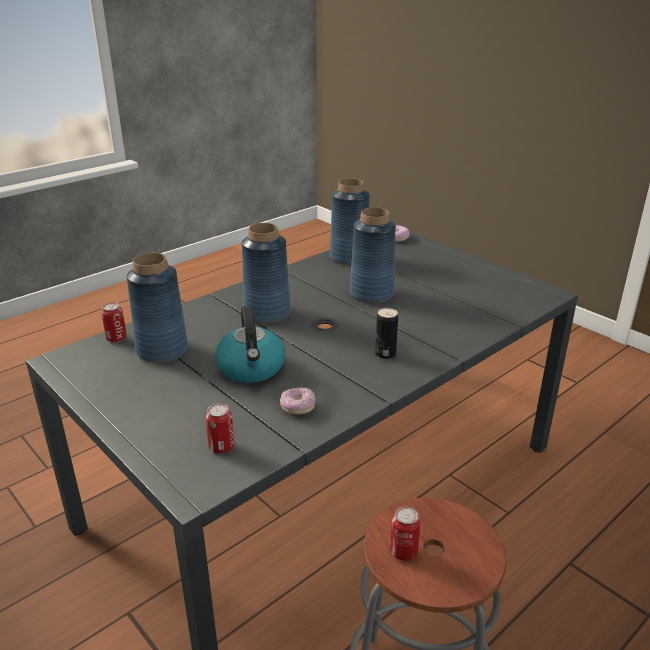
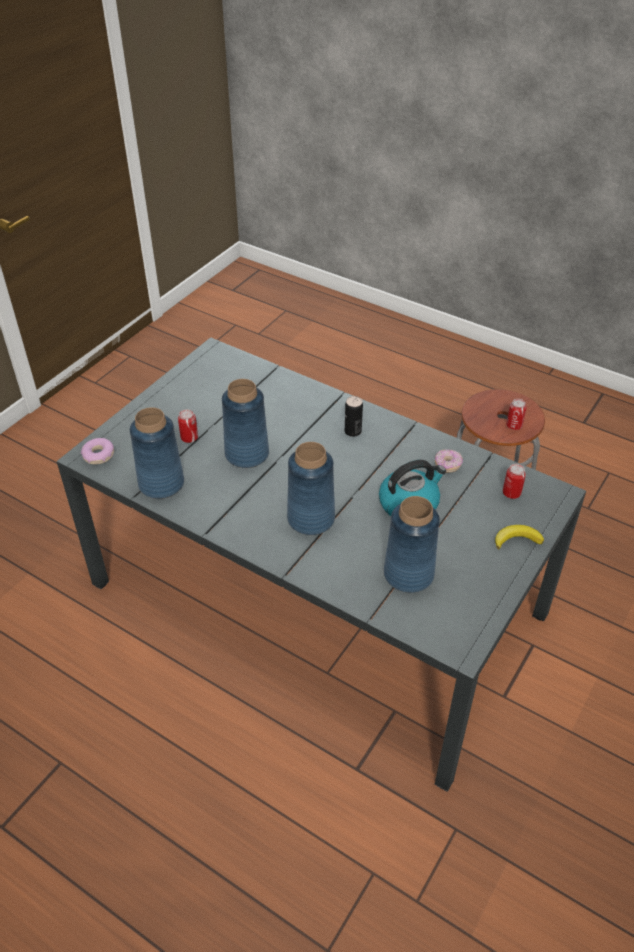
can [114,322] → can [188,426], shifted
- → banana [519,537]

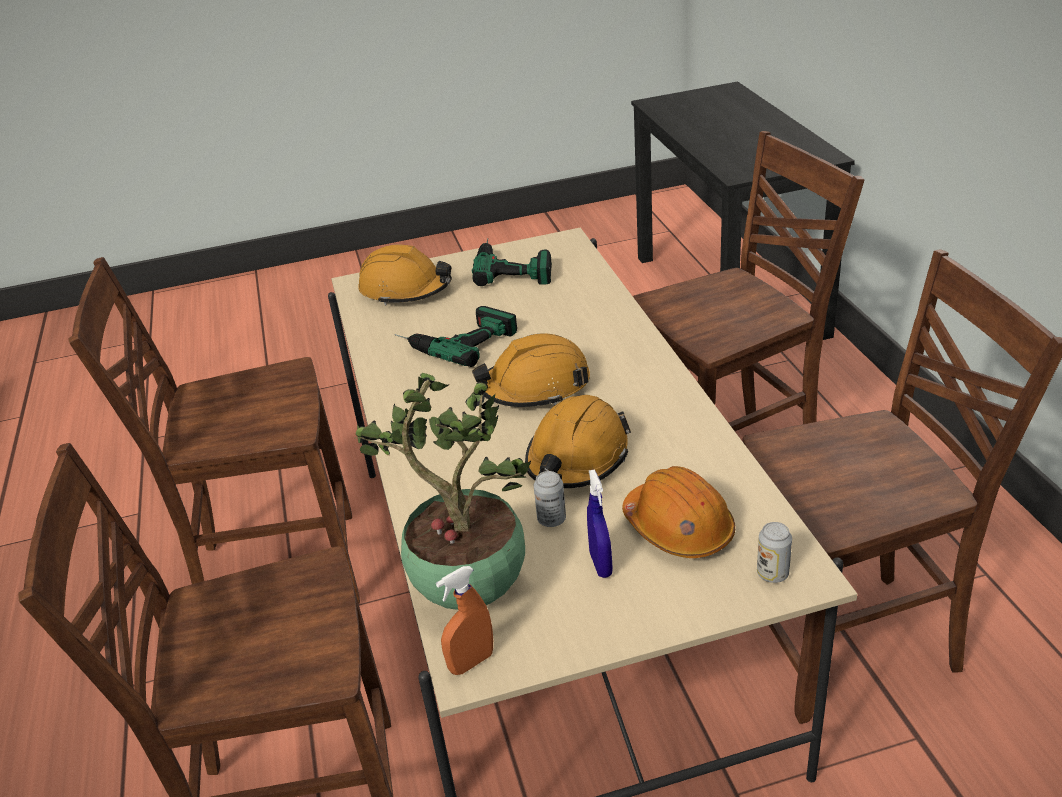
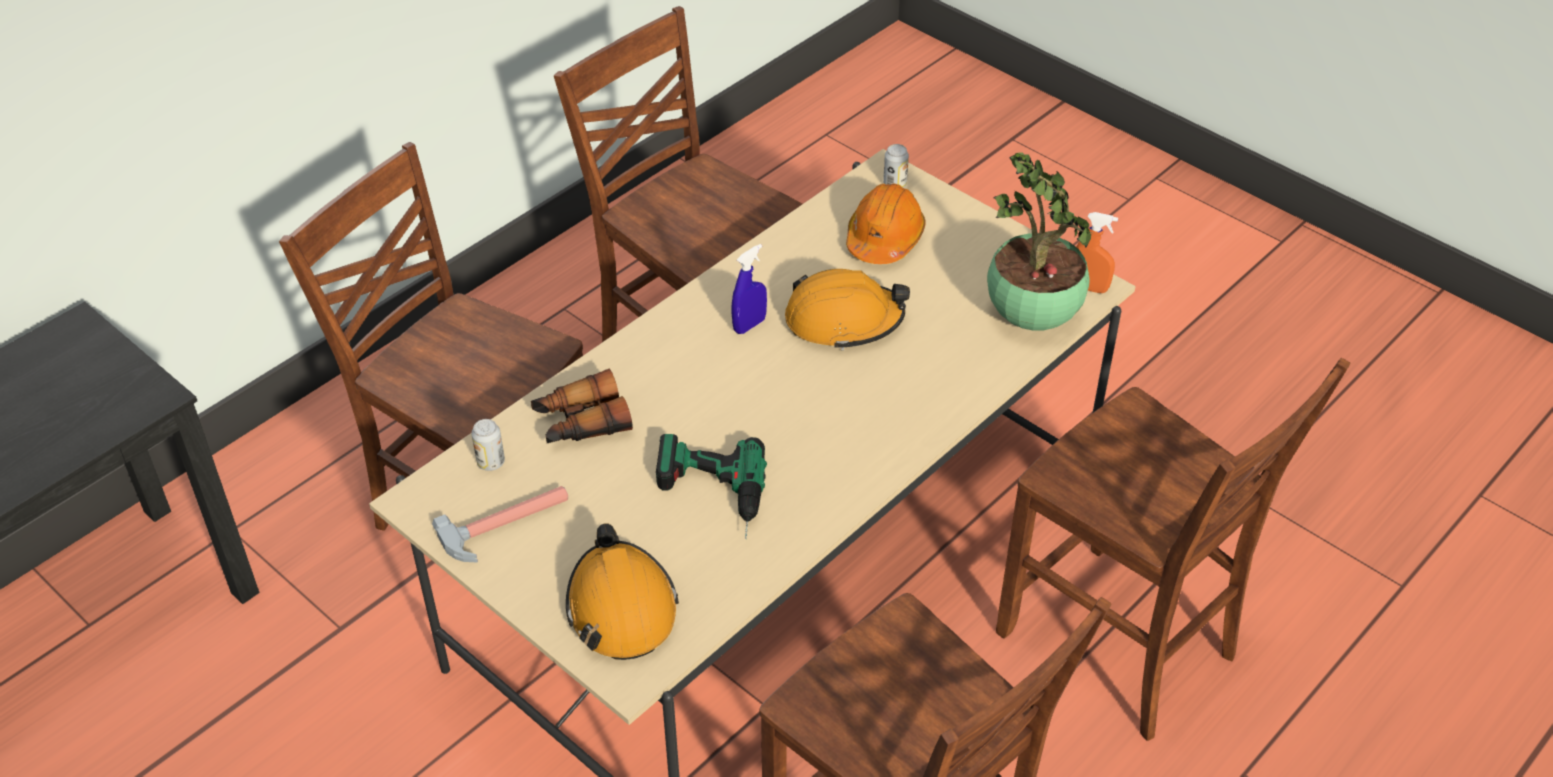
power drill [512,262] → hammer [500,524]
orange hard hat [531,370] → -
can [550,499] → can [488,445], shifted
blue spray bottle [600,523] → blue spray bottle [749,289], shifted
- → binoculars [582,406]

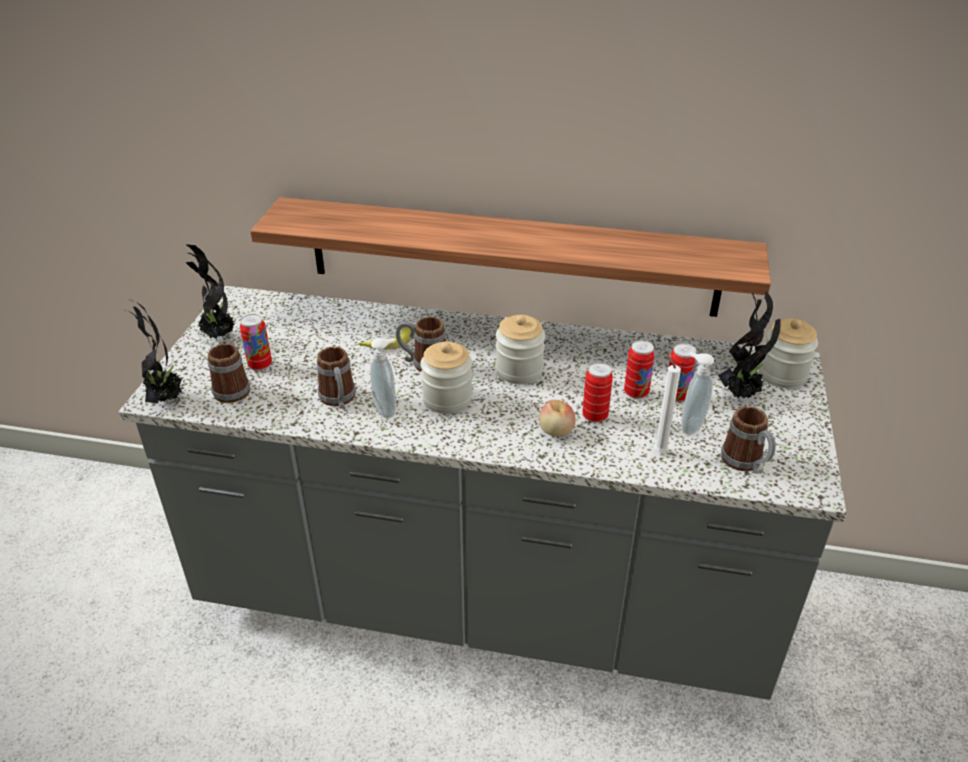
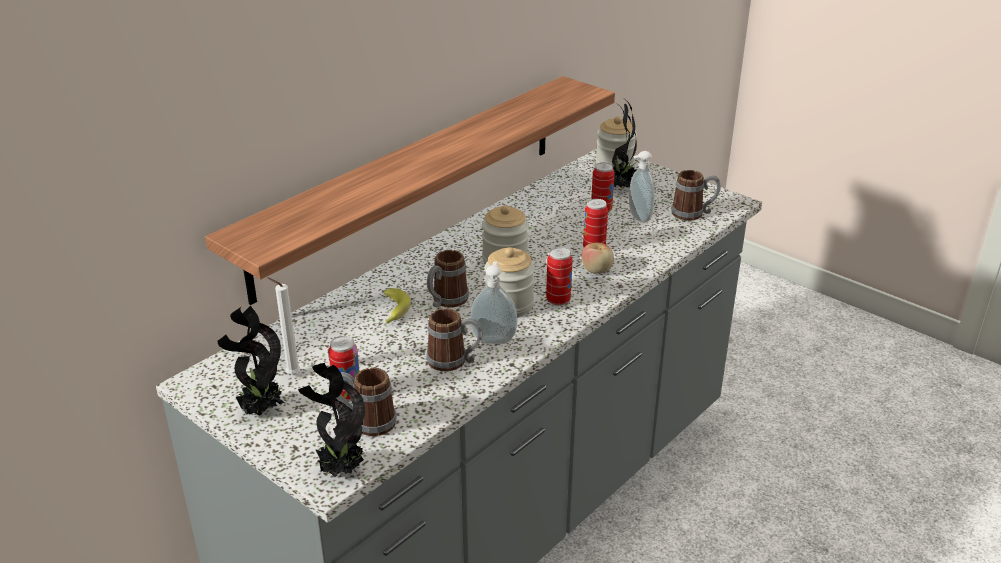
can [639,369] → can [559,276], shifted
white candle [667,402] → white candle [283,325], shifted

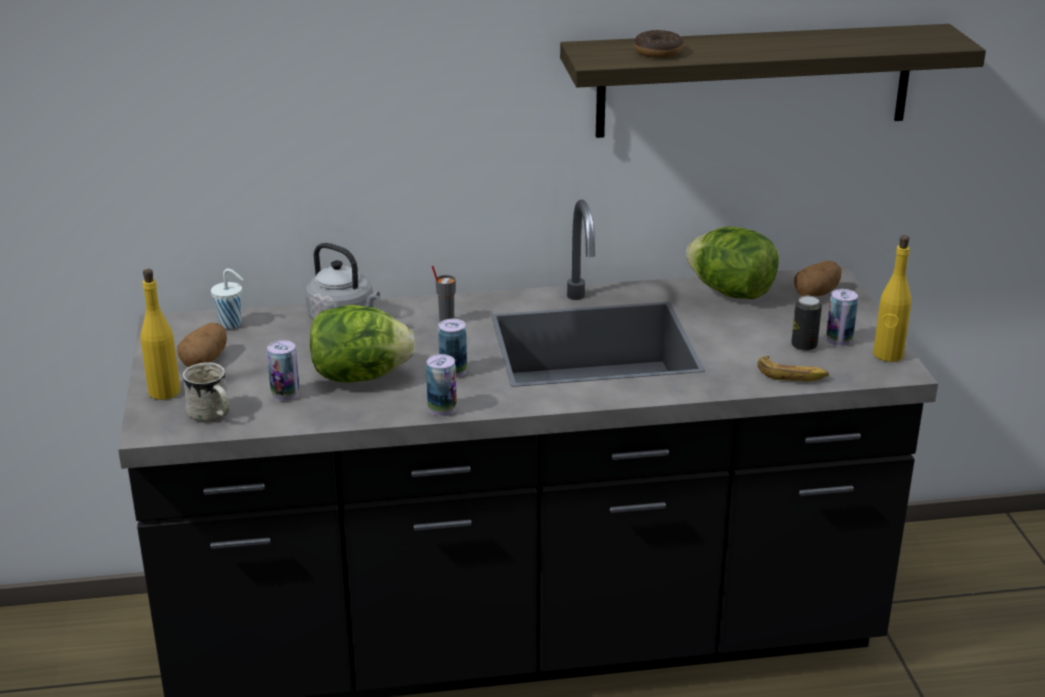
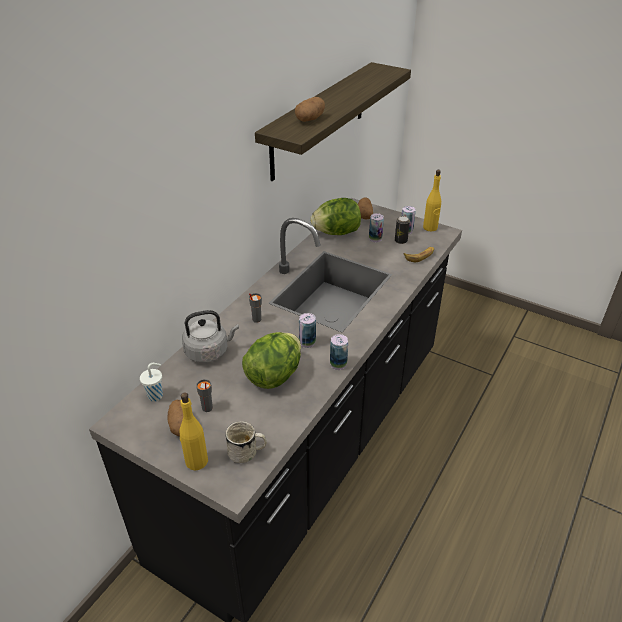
can [283,370] → can [376,228], shifted
donut [659,44] → potato [310,109]
- → grey cup [204,395]

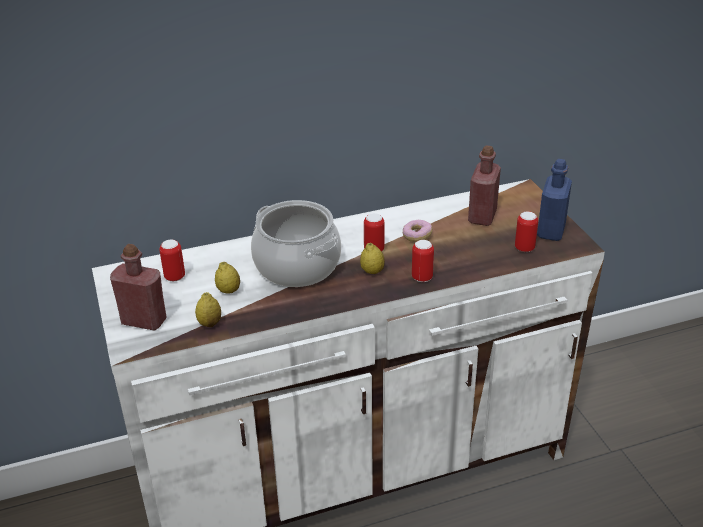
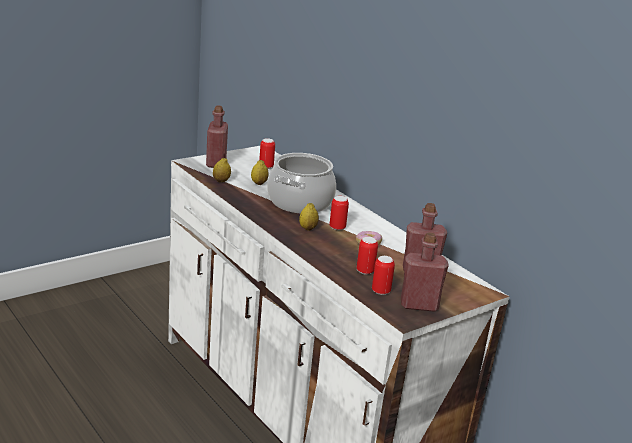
can [423,261] → can [367,256], shifted
blue bottle [554,200] → red bottle [425,272]

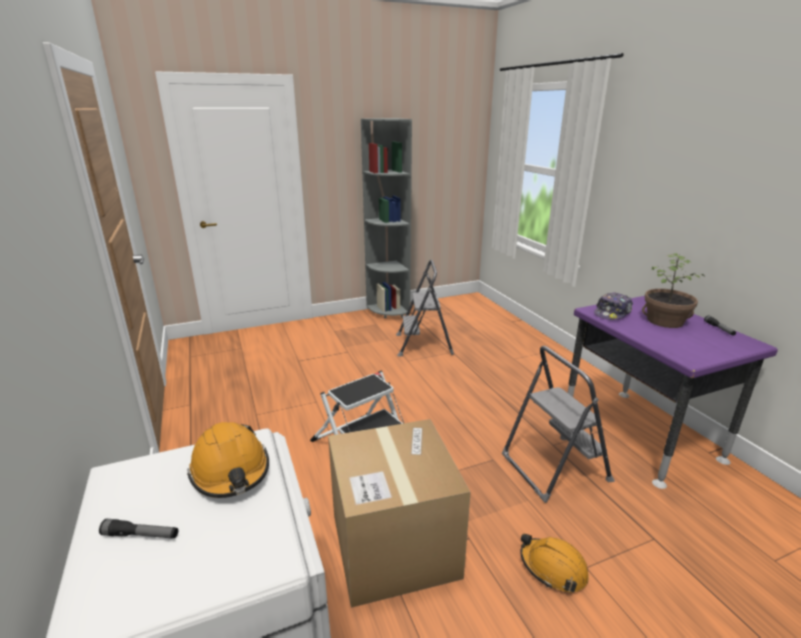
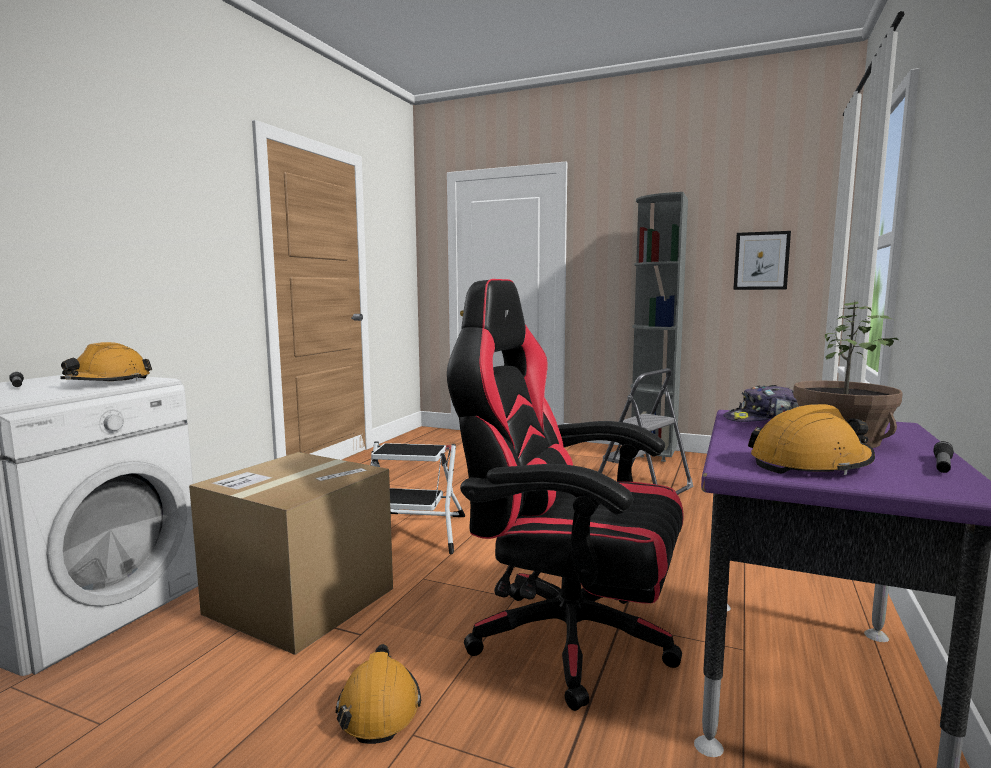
grey step ladder [558,424] → black office chair [565,495]
- → picture [762,260]
- → orange hard hat [811,439]

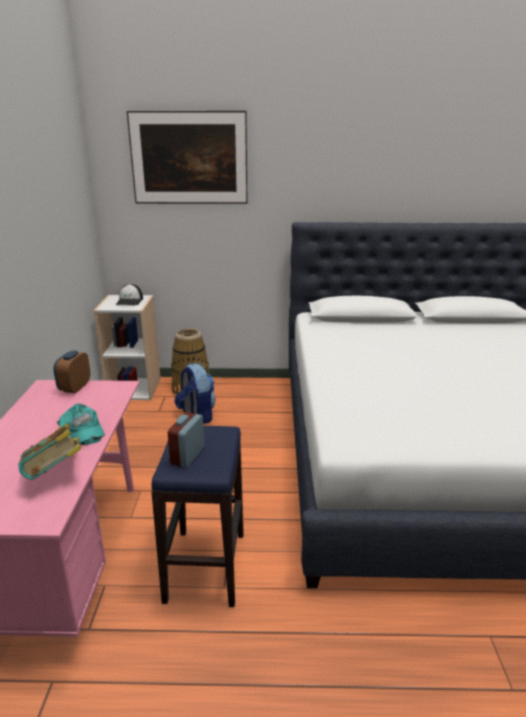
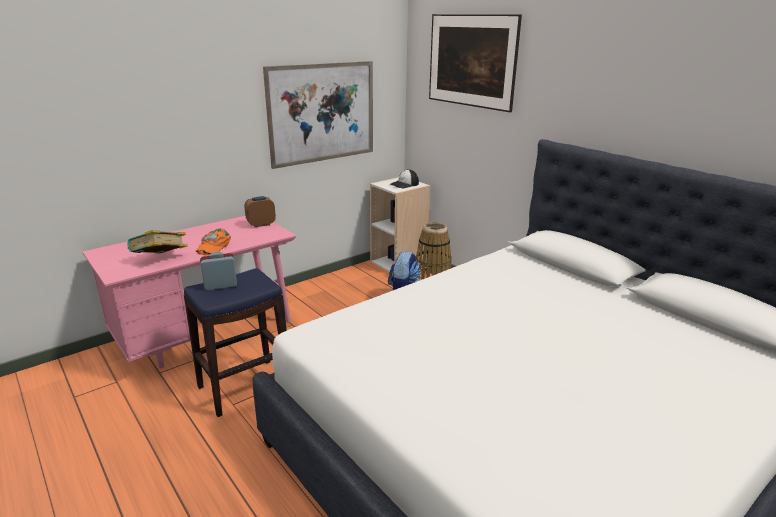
turquoise cap [81,424] → orange cap [213,241]
- → picture [318,115]

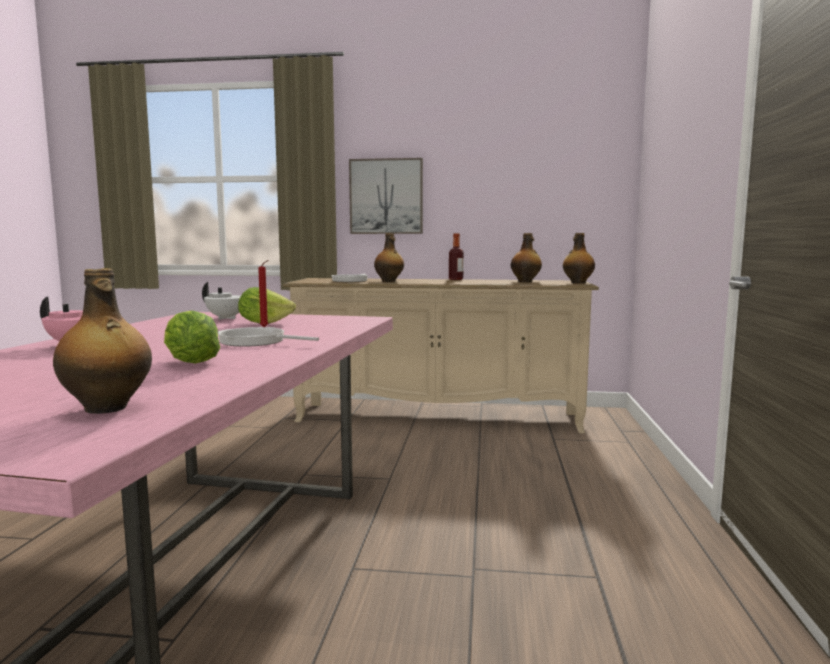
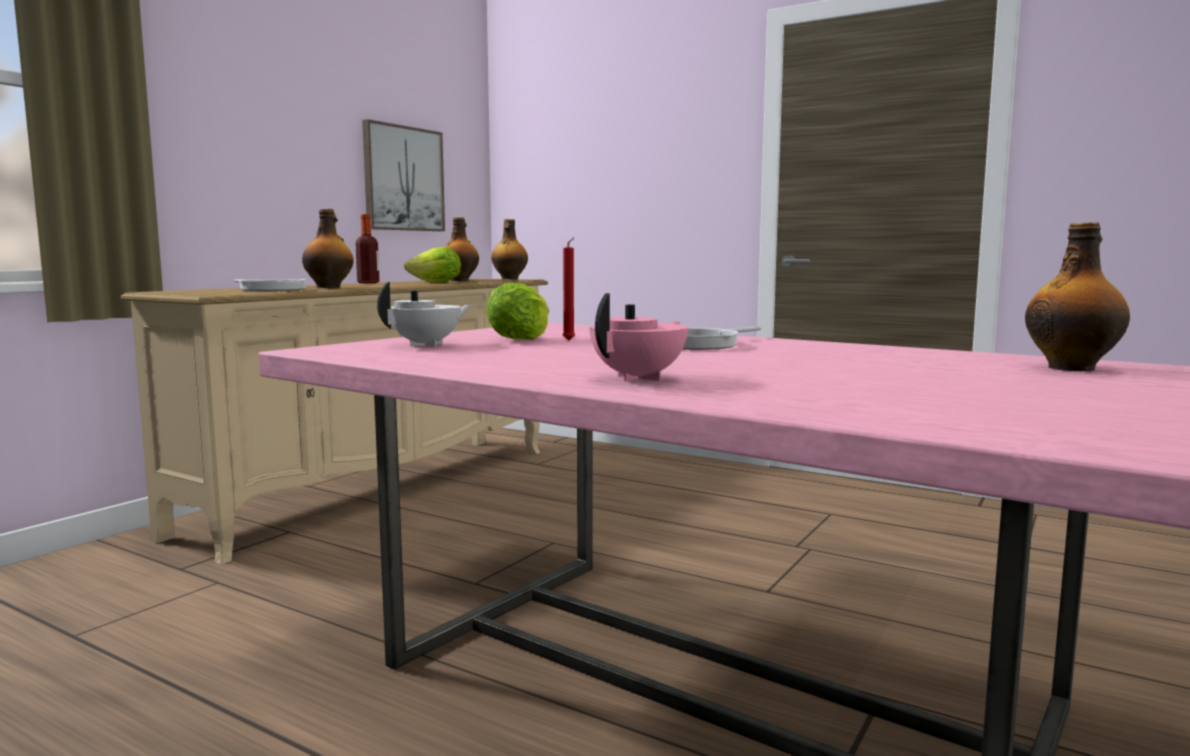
lettuce [192,337] → lettuce [432,265], shifted
picture [386,196] → picture [403,175], shifted

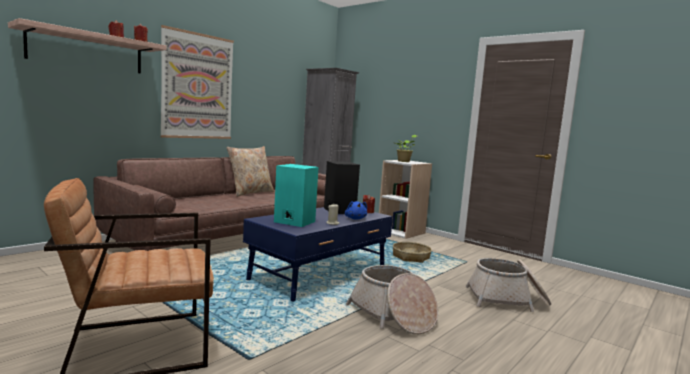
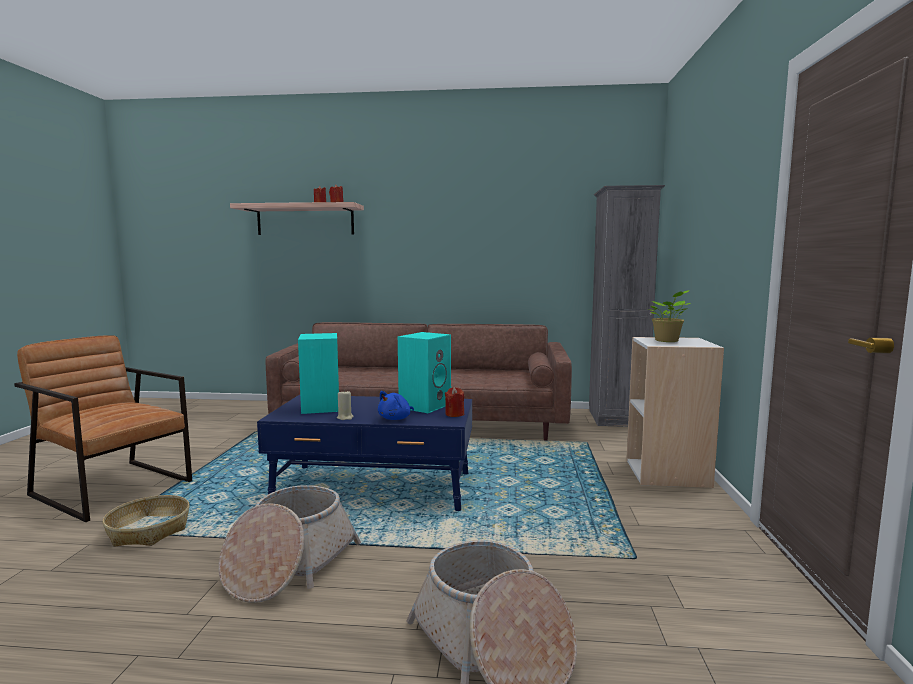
picture [197,82] → -
beige pillow [250,171] → -
black speaker [342,187] → turquoise speaker [424,372]
basket [412,252] → basket [146,521], shifted

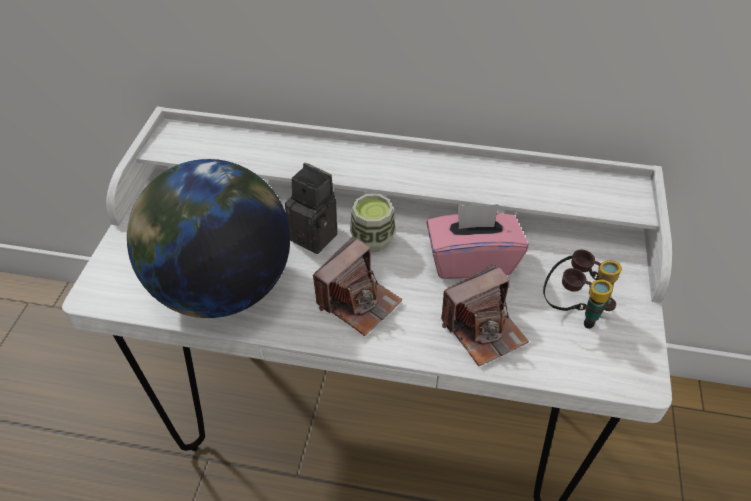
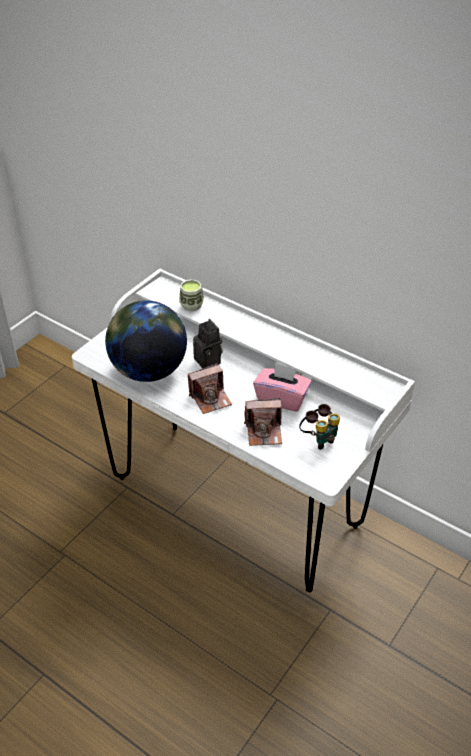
cup [373,223] → cup [191,295], shifted

